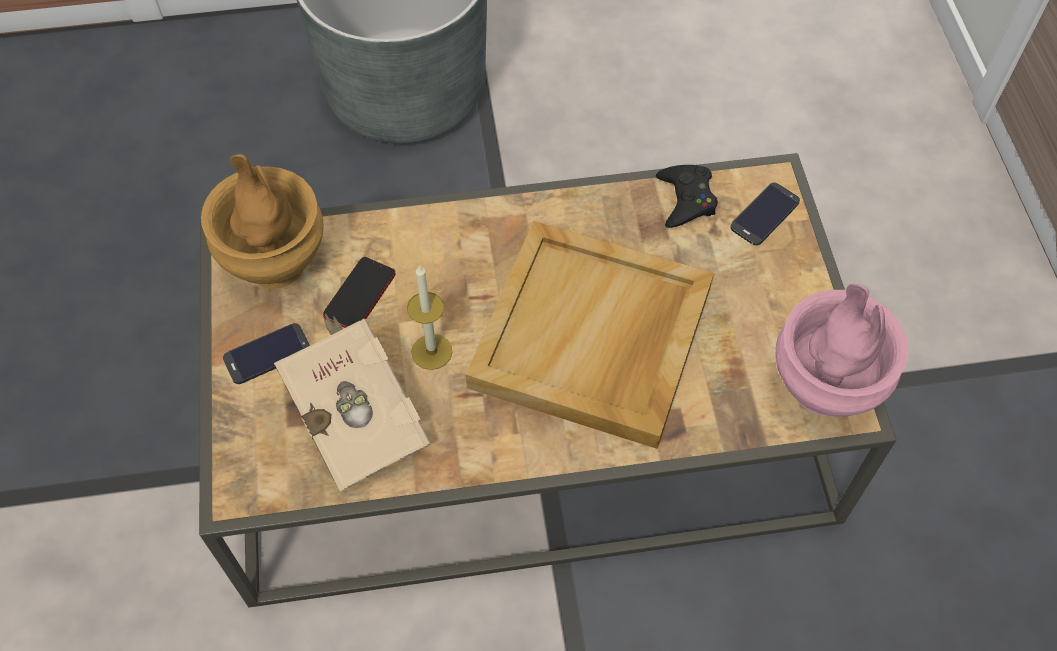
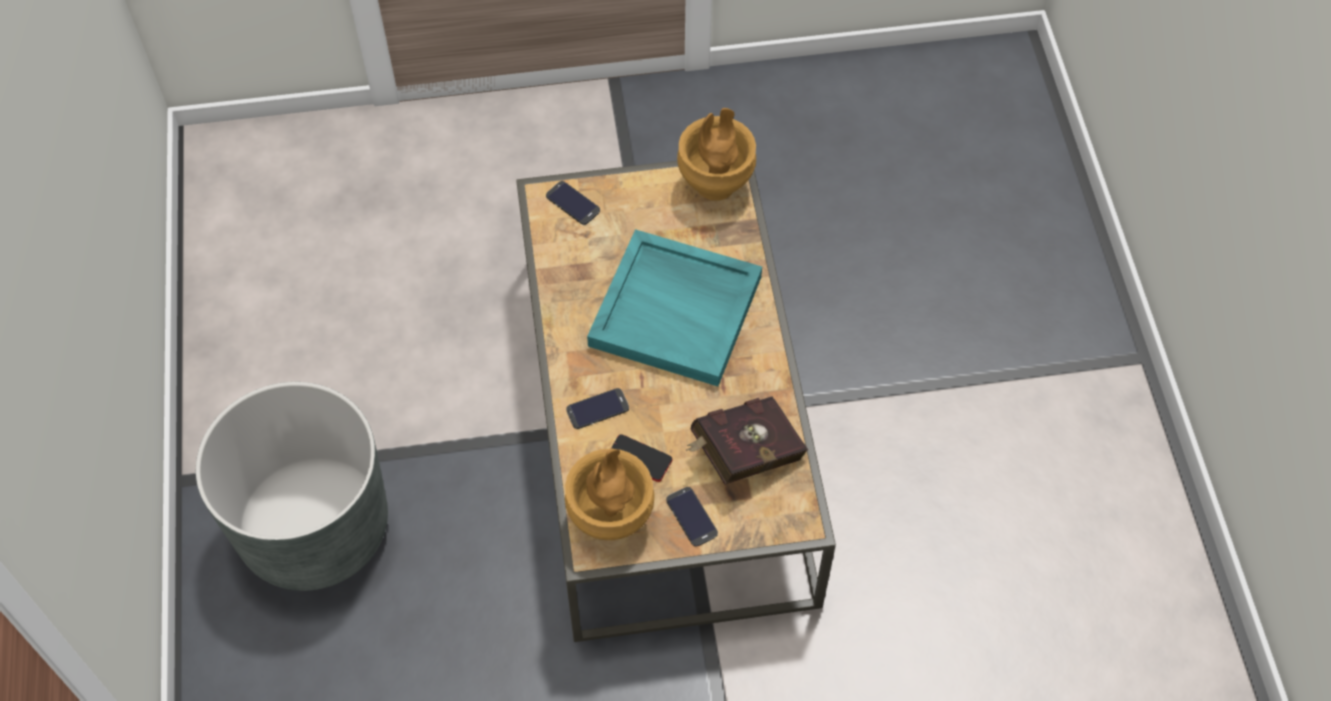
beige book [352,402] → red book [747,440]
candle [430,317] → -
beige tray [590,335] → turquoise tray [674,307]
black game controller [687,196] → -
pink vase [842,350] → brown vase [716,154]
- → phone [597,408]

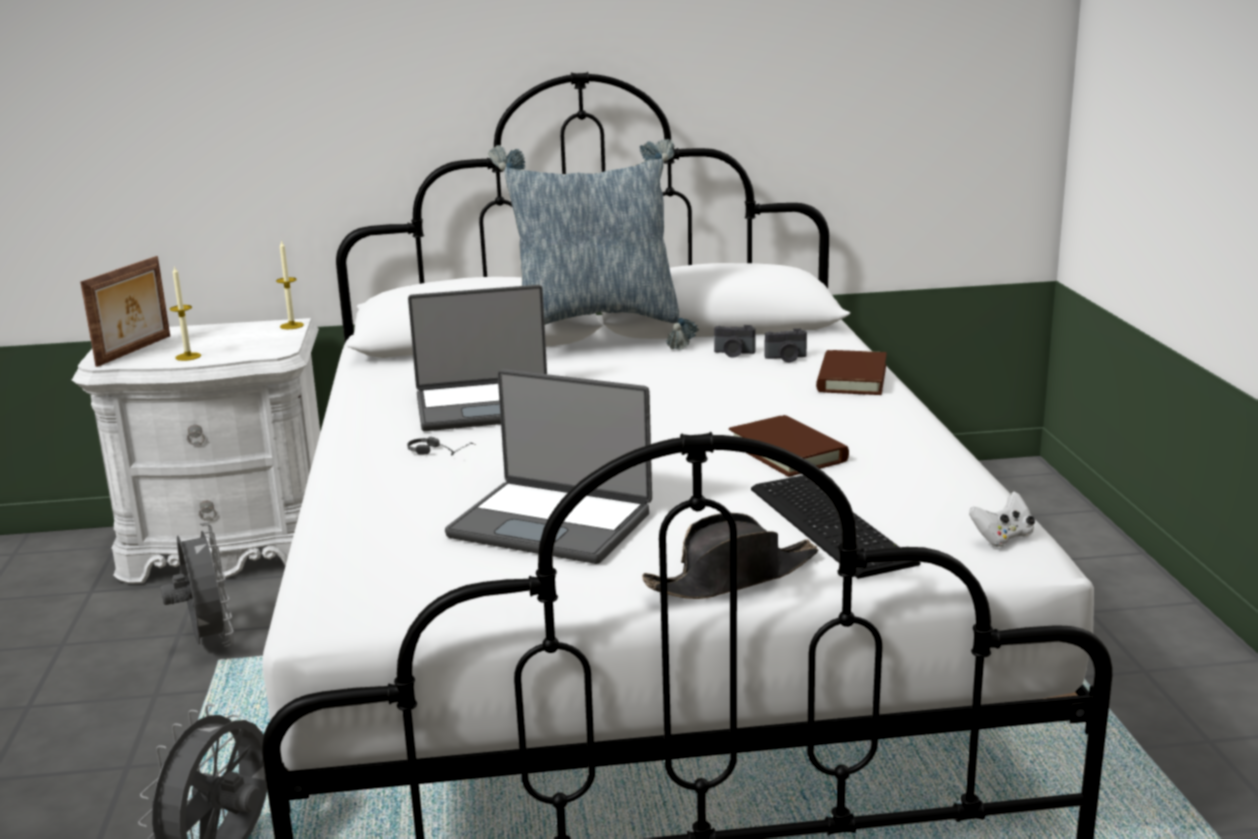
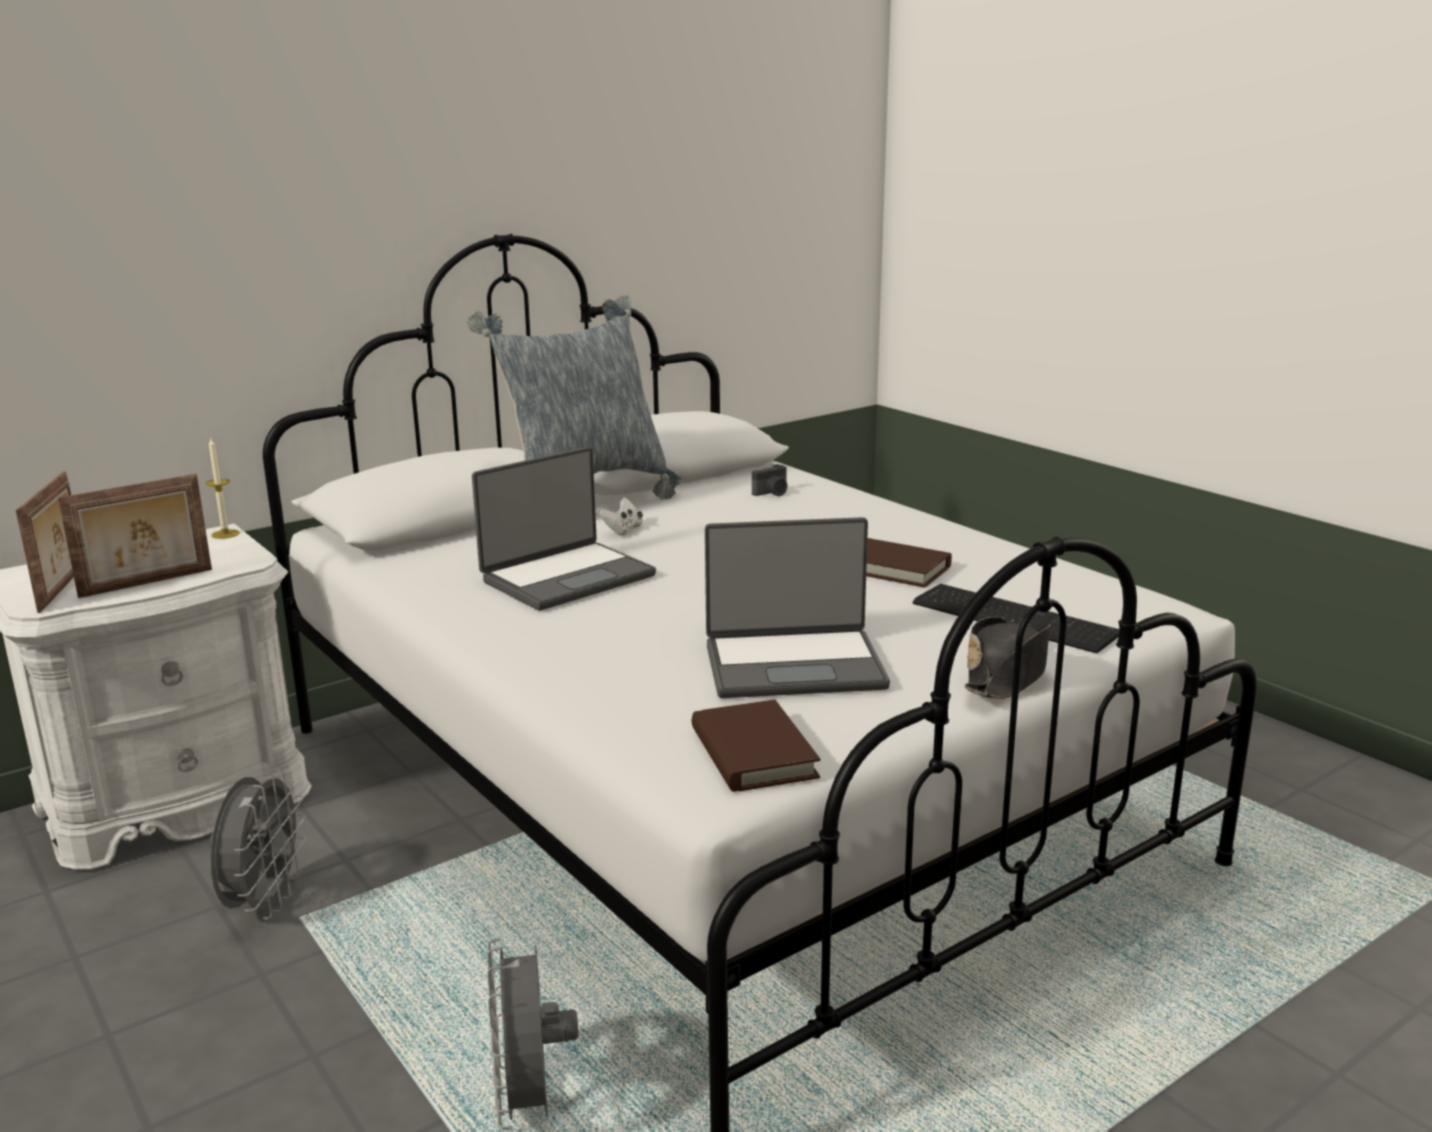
grey fan [197,585] → grey fan [258,844], 60 degrees clockwise
candle [185,313] → picture frame [135,536]
headphones [441,446] → -
photo camera [735,341] → -
brown book [851,372] → brown book [756,746], shifted
white game controller [1002,519] → white game controller [621,516], shifted

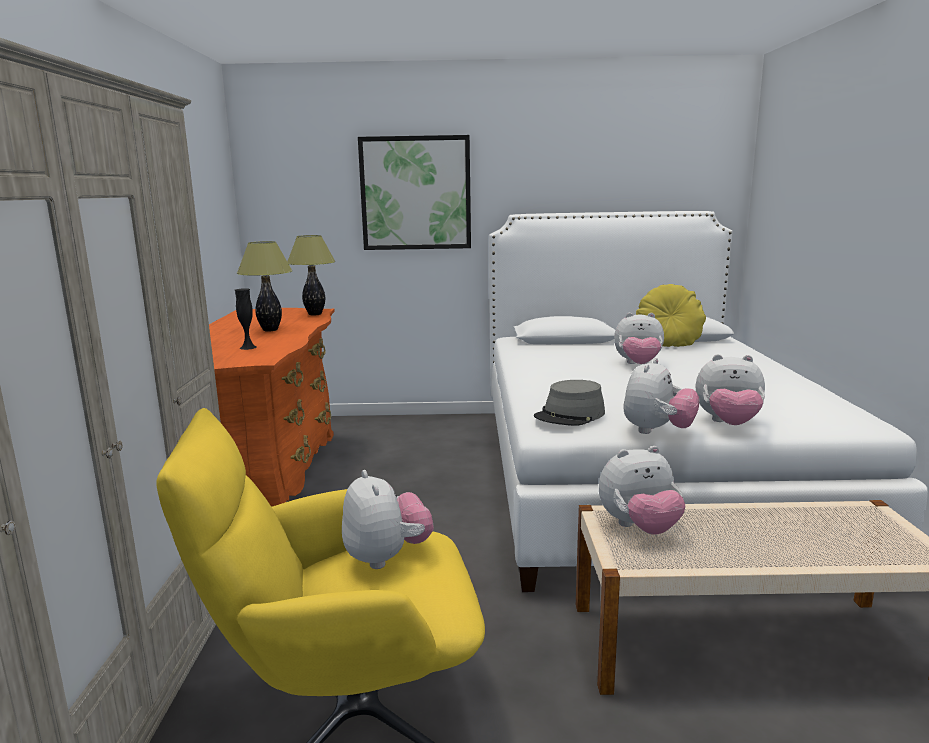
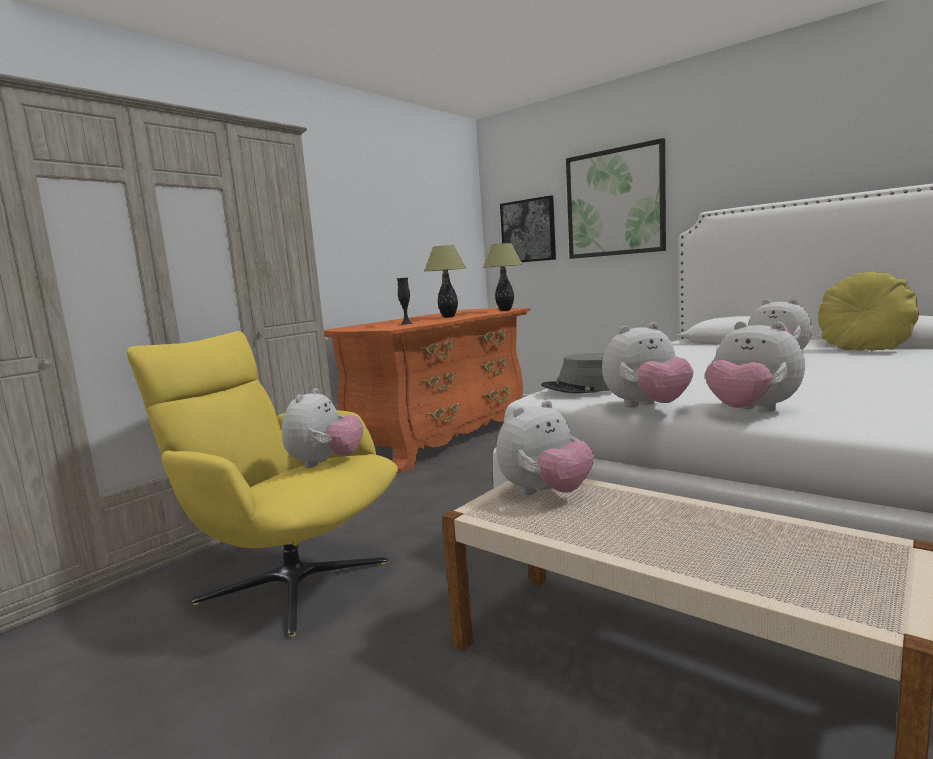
plush toy [642,490] → plush toy [545,447], 60 degrees counterclockwise
- → picture [528,228]

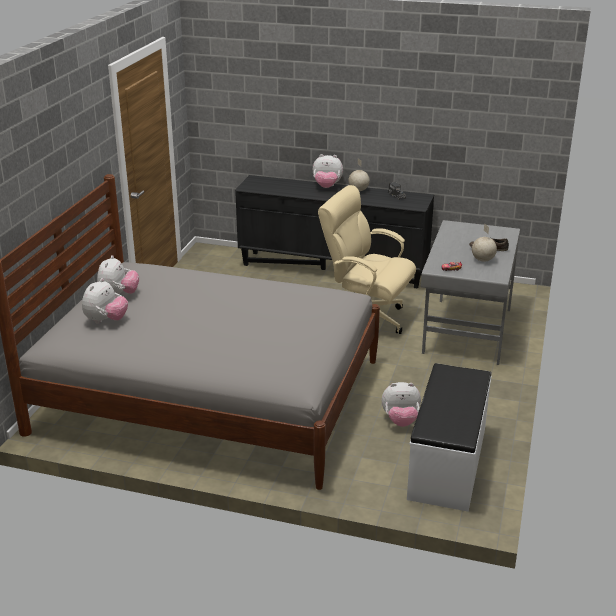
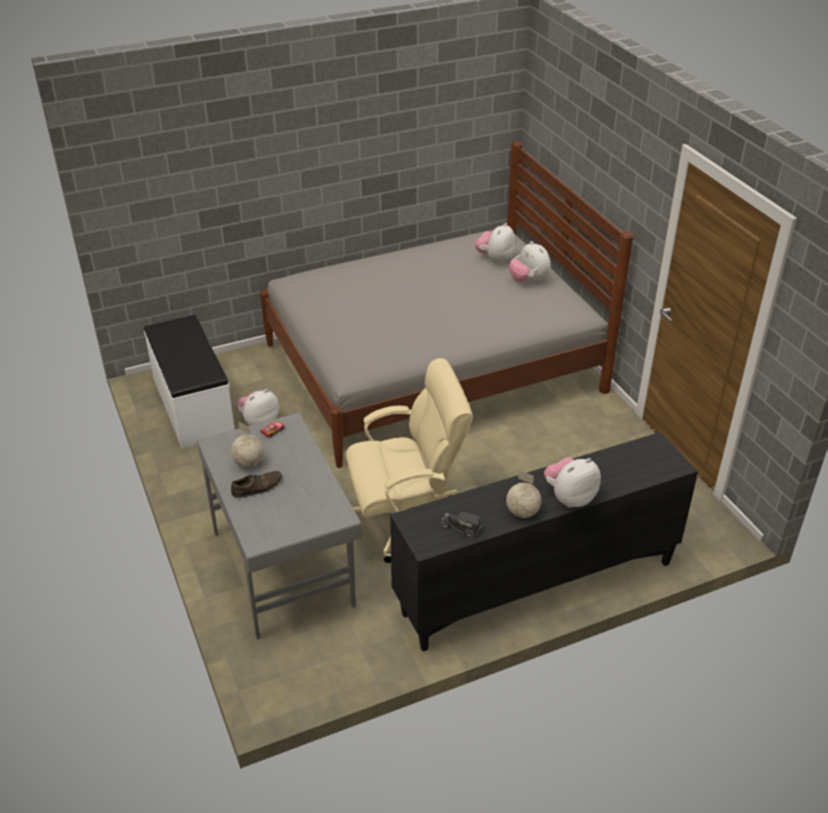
plush toy [105,301] → plush toy [495,243], 45 degrees clockwise

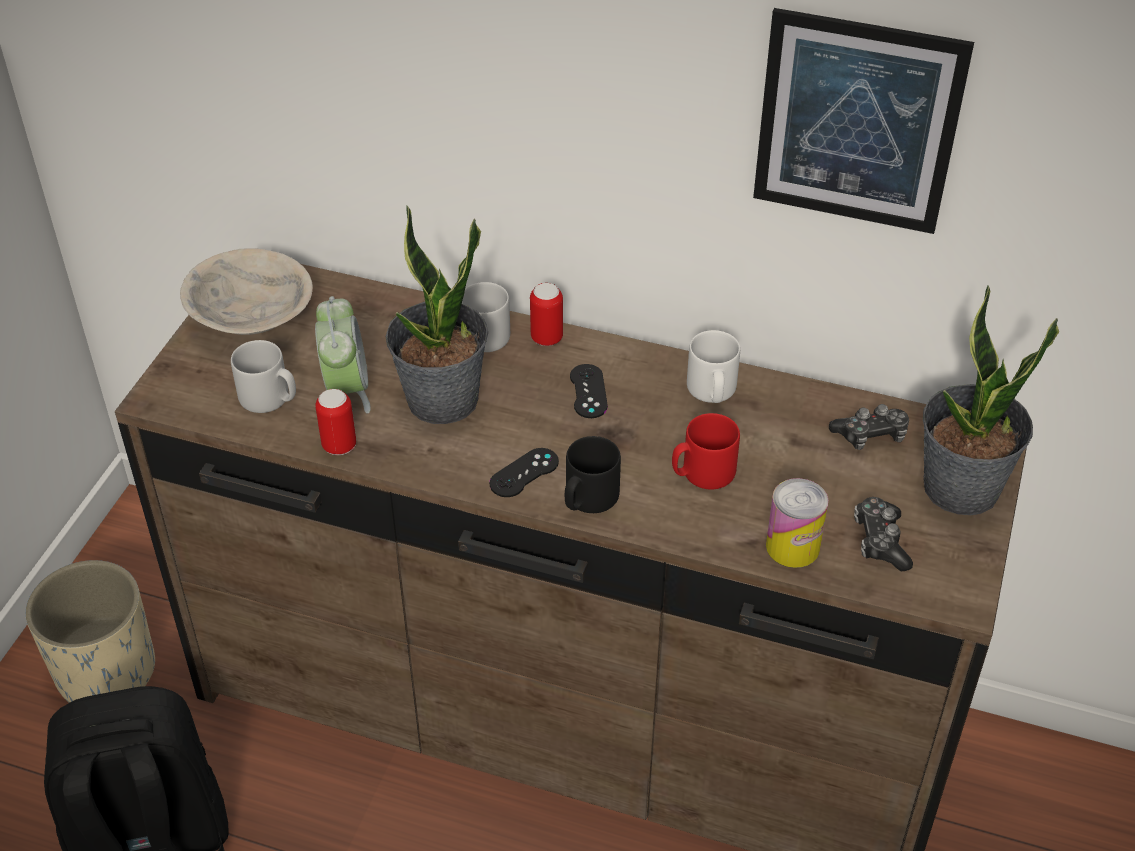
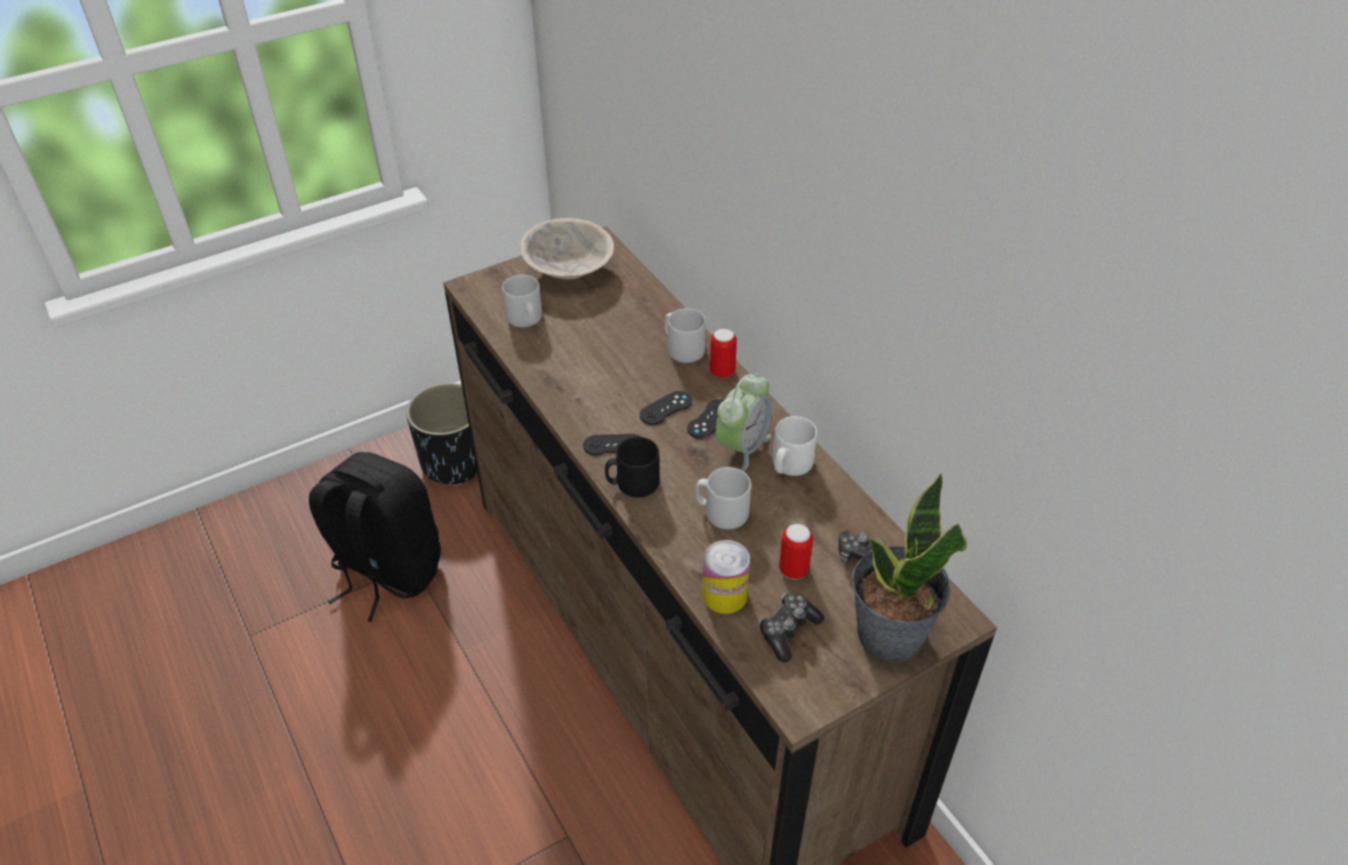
beige planter [90,631] → black planter [442,434]
alarm clock [343,354] → alarm clock [744,422], shifted
can [335,422] → can [796,552], shifted
potted plant [437,315] → -
red mug [706,451] → grey mug [723,498]
picture [863,121] → -
- → black game controller [666,408]

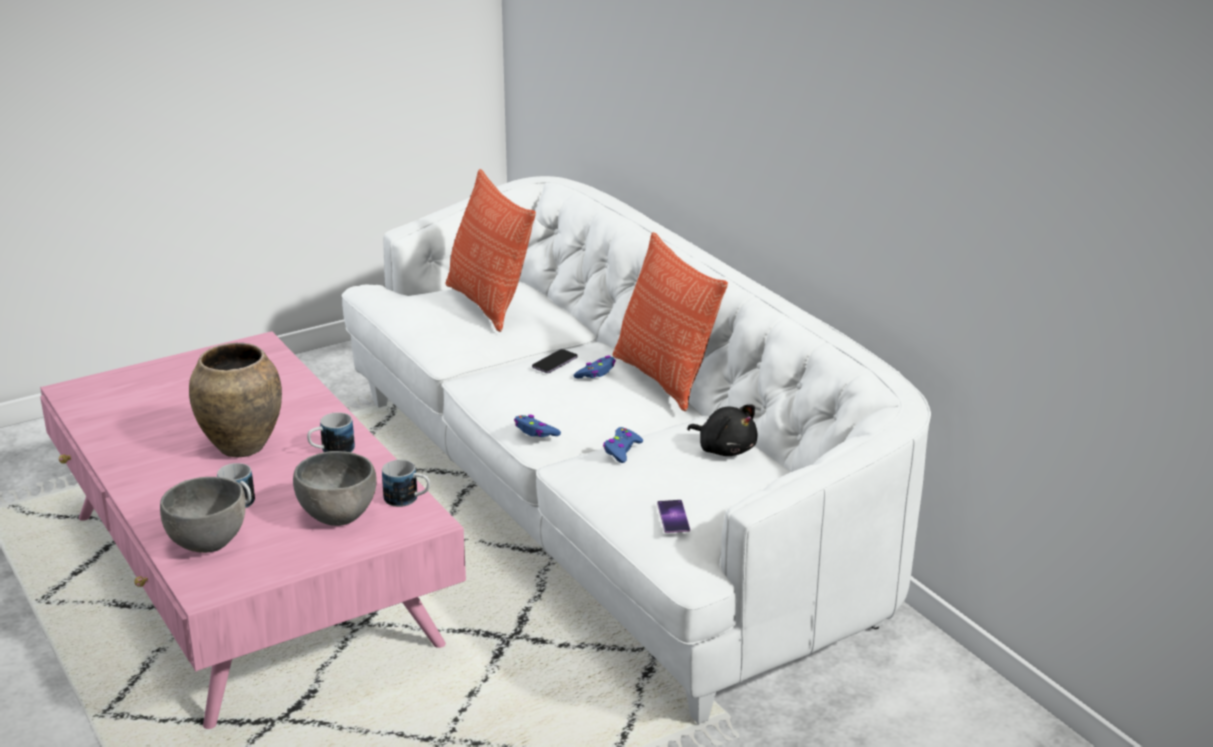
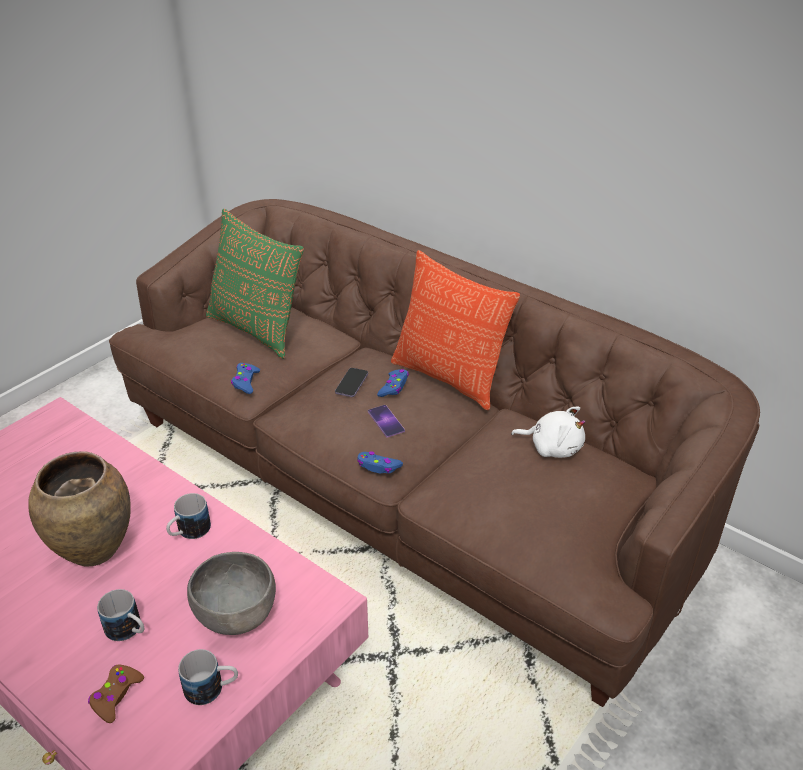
grey bowl [203,515] → brown game controller [116,694]
white sofa [636,450] → brown sofa [434,453]
mug [406,483] → mug [208,677], shifted
orange pillow [491,250] → green pillow [255,284]
blue game controller [623,445] → blue game controller [245,378], shifted
phone [673,516] → phone [386,421], shifted
black plush toy [722,430] → white plush toy [548,432]

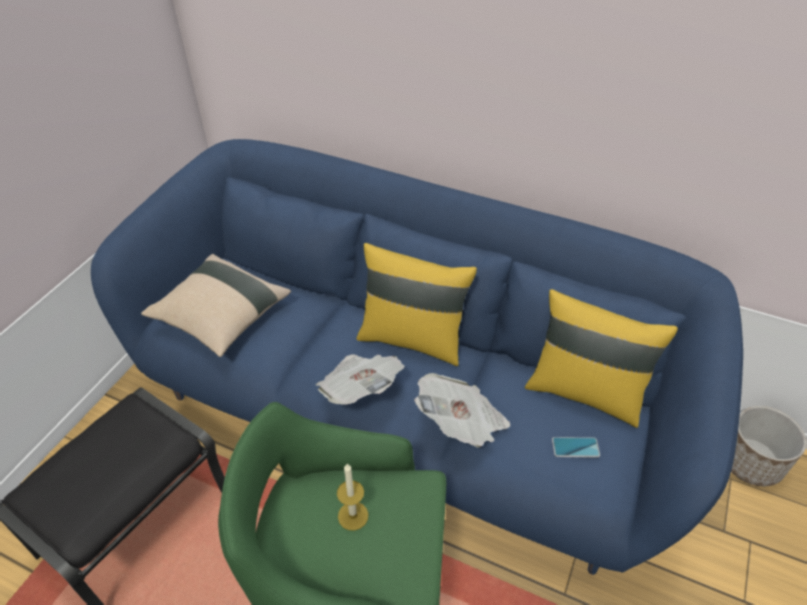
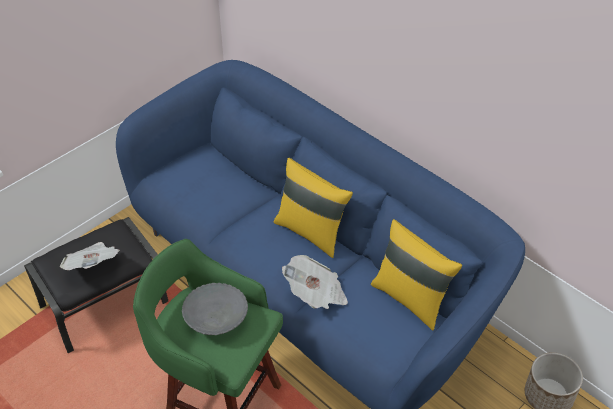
beige pillow [216,305] → -
newspaper [360,379] → newspaper [90,256], shifted
candle [352,497] → grey bowl [215,309]
phone [576,447] → -

